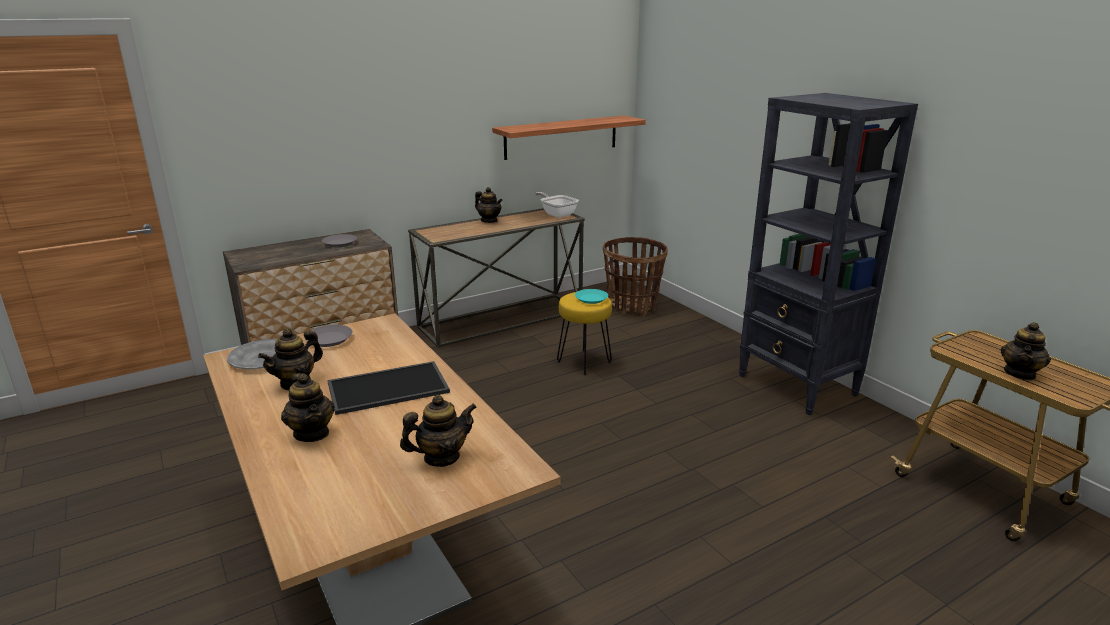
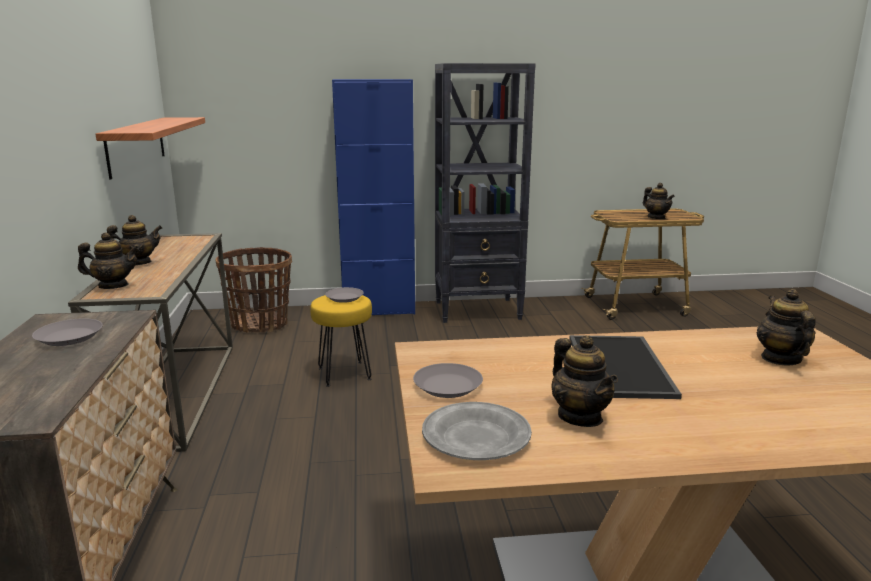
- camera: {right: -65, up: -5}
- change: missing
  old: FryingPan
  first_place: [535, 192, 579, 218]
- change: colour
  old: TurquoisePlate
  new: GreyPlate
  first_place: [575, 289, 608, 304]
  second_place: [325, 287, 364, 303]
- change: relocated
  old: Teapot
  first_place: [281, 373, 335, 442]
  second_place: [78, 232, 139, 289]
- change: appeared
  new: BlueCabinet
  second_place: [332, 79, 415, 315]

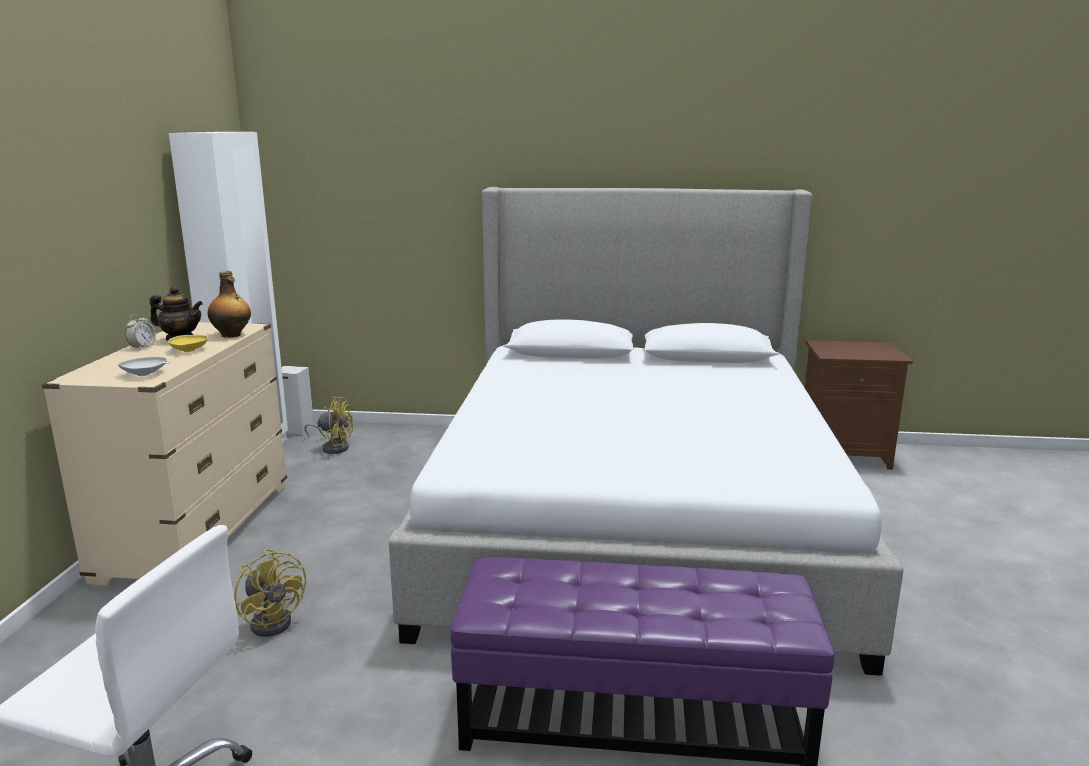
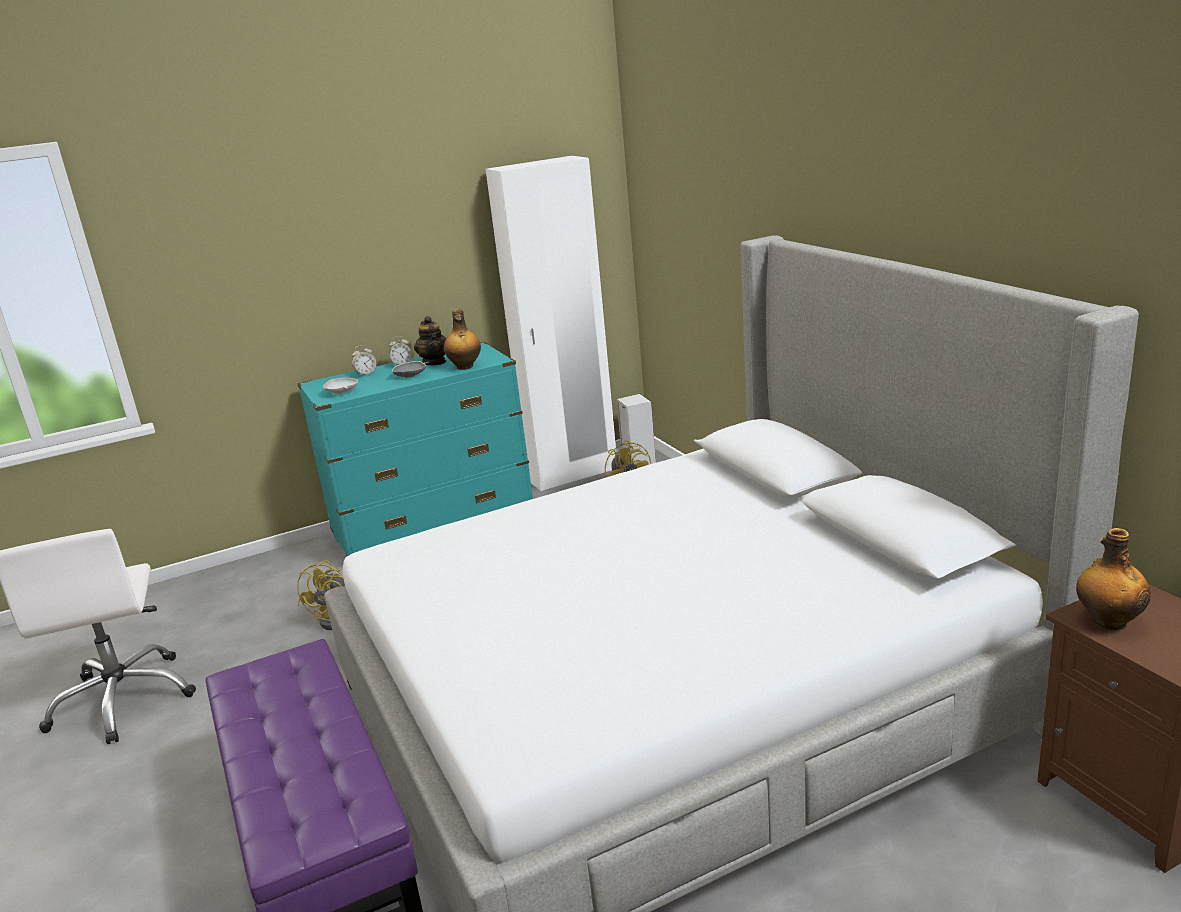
- camera: {right: 60, up: 5}
- change: colour
  old: BeigeDresser
  new: TurquoiseDresser
  first_place: [42, 322, 287, 586]
  second_place: [298, 342, 533, 556]
- change: colour
  old: YellowBowl
  new: GreyBowl
  first_place: [168, 333, 208, 352]
  second_place: [392, 361, 429, 378]
- change: appeared
  new: AlarmClock
  second_place: [352, 345, 376, 376]
- change: appeared
  new: Bottle
  second_place: [1076, 528, 1150, 630]

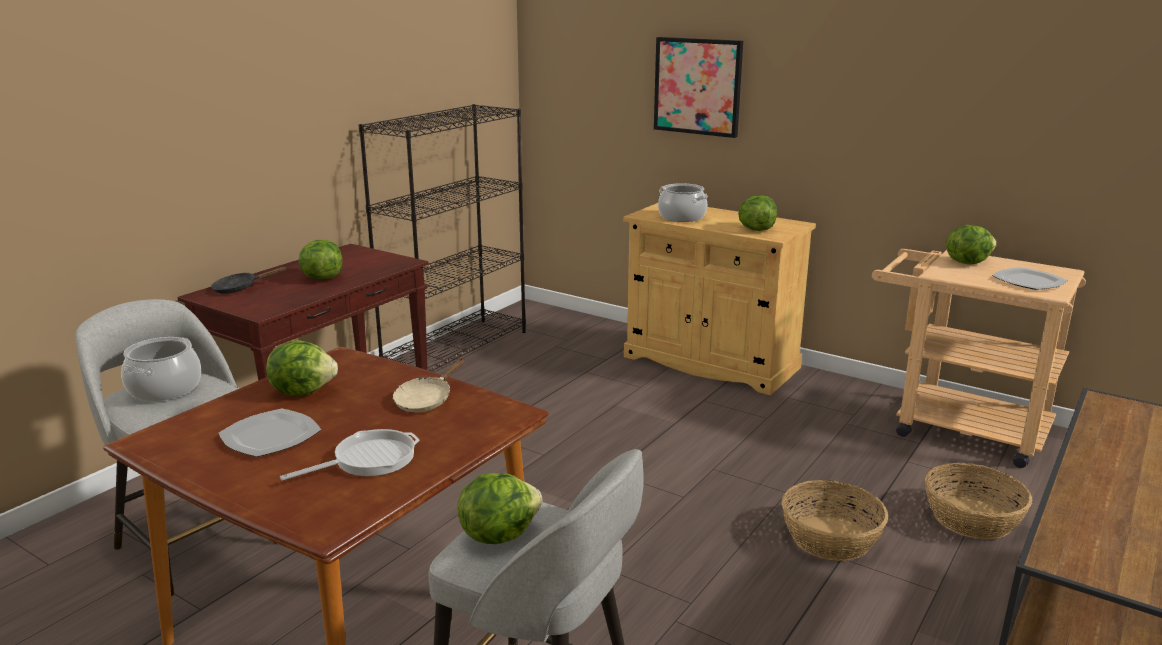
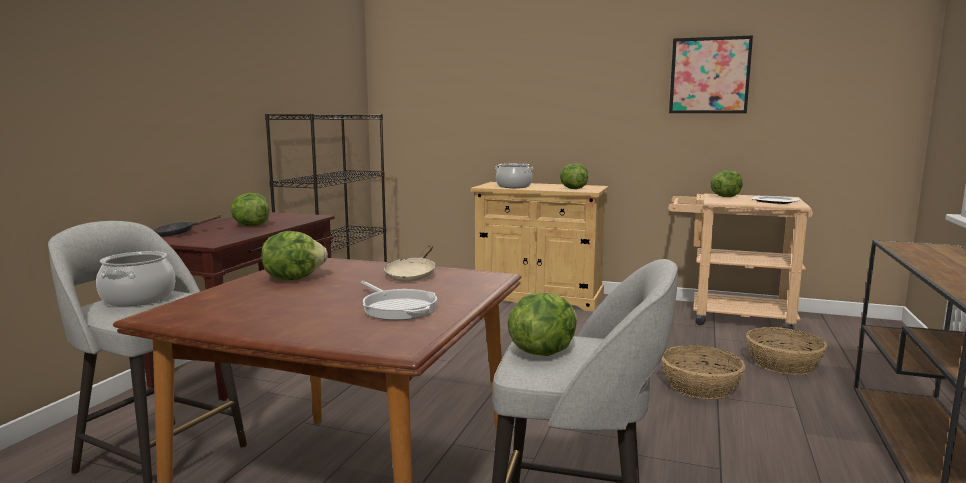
- camera: {right: -15, up: -10}
- change: relocated
  old: Picture
  first_place: [654, 37, 743, 138]
  second_place: [669, 35, 753, 113]
- change: missing
  old: Plate
  first_place: [219, 408, 321, 457]
- change: spun
  old: FryingPan
  first_place: [280, 429, 420, 481]
  second_place: [361, 281, 437, 320]
  degrees: 105

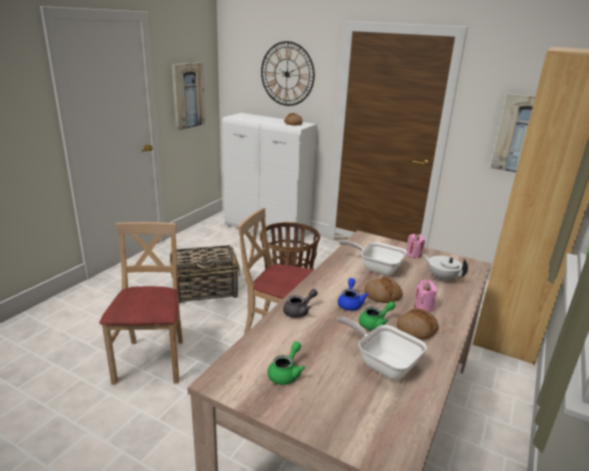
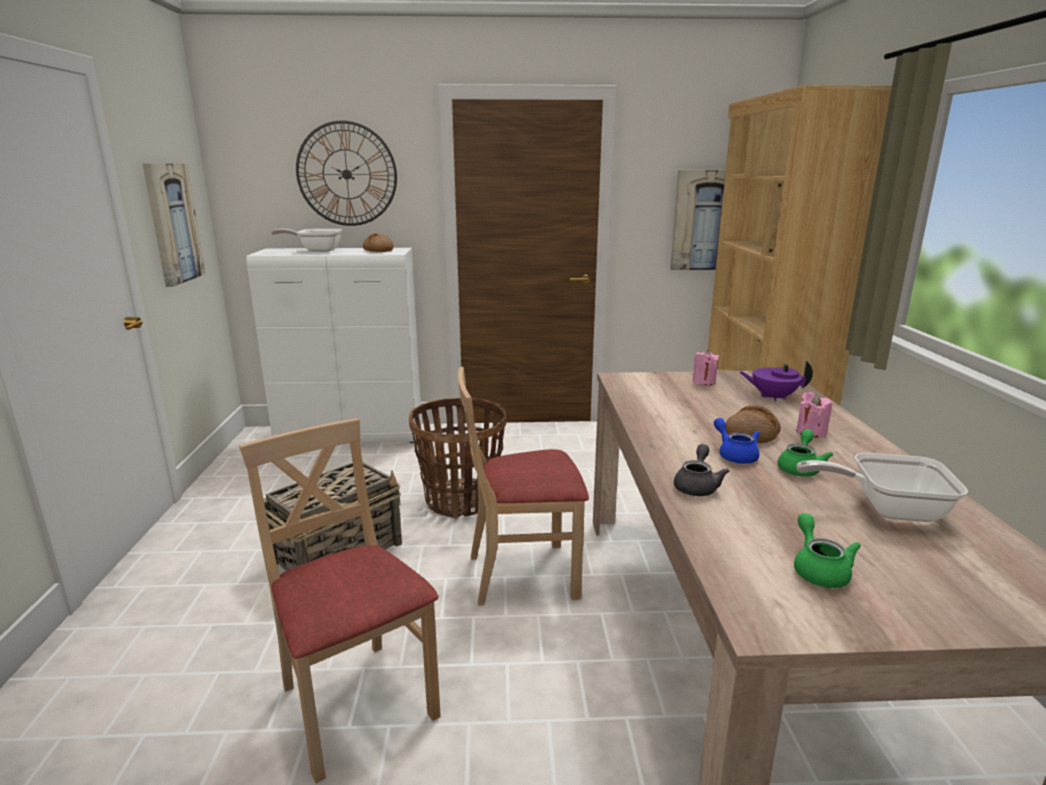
- camera: {right: -30, up: -5}
- change: relocated
  old: FryingPan
  first_place: [339, 240, 407, 276]
  second_place: [271, 229, 342, 252]
- change: colour
  old: WhiteTeapot
  new: PurpleTeapot
  first_place: [423, 254, 468, 281]
  second_place: [740, 361, 813, 401]
- change: missing
  old: Bread
  first_place: [397, 308, 439, 339]

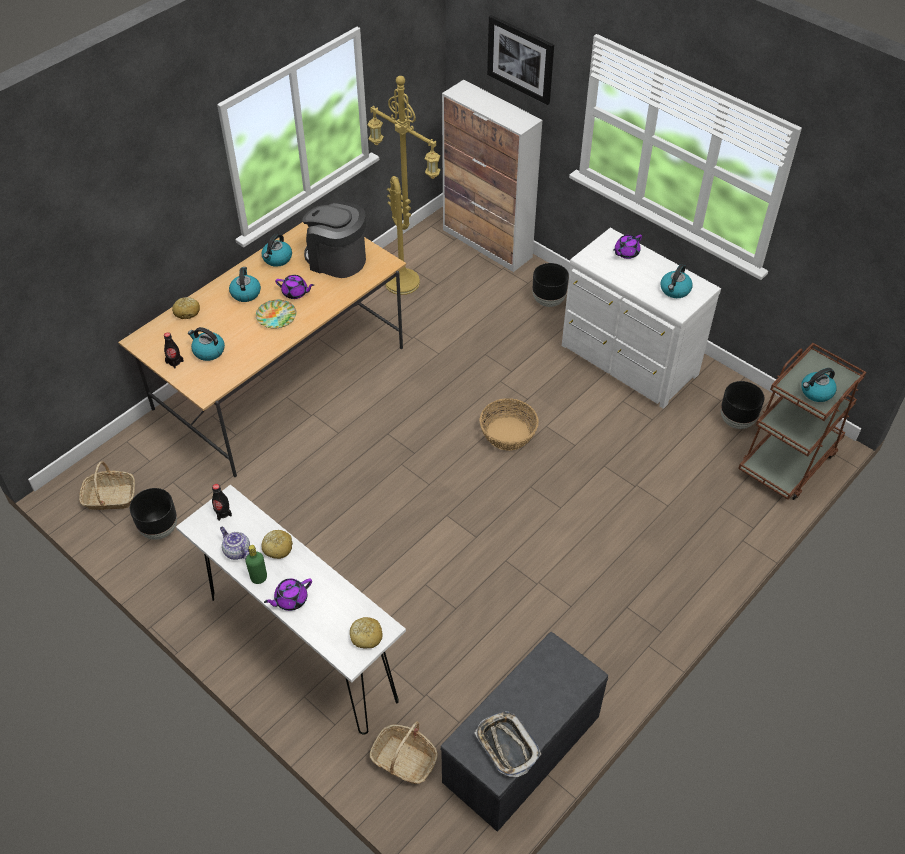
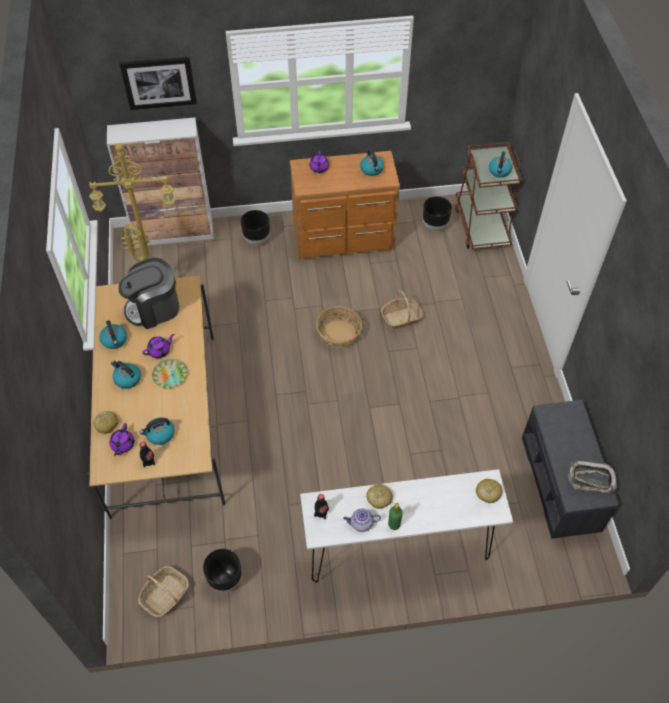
- camera: {right: -50, up: 5}
- change: colour
  old: WhiteDresser
  new: BrownDresser
  first_place: [562, 228, 721, 409]
  second_place: [290, 151, 400, 260]
- change: relocated
  old: PurpleTeapot
  first_place: [264, 578, 312, 611]
  second_place: [110, 423, 134, 456]
- change: relocated
  old: Basket
  first_place: [370, 721, 438, 784]
  second_place: [381, 290, 423, 330]

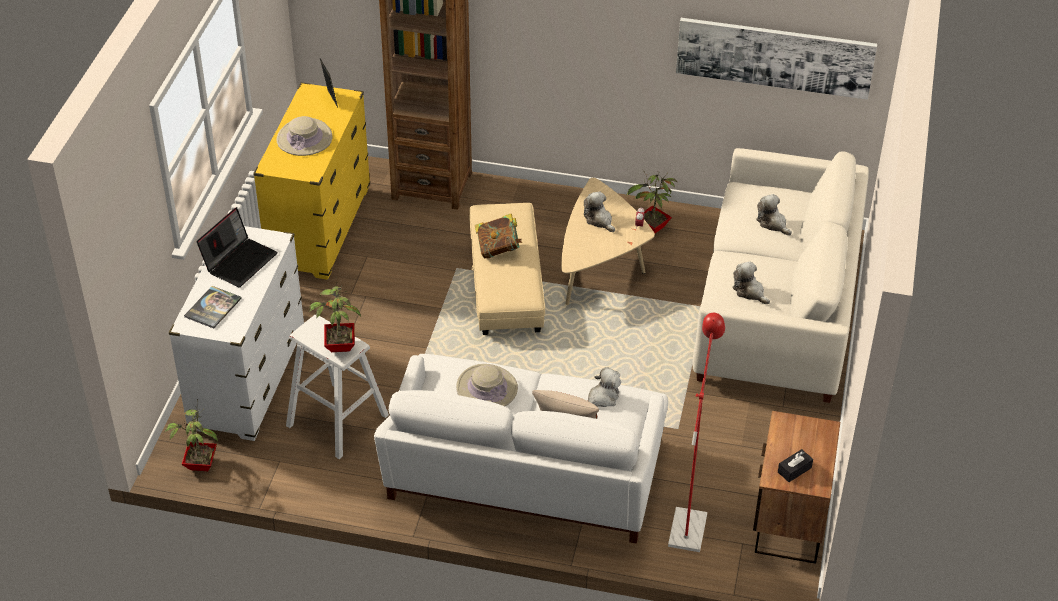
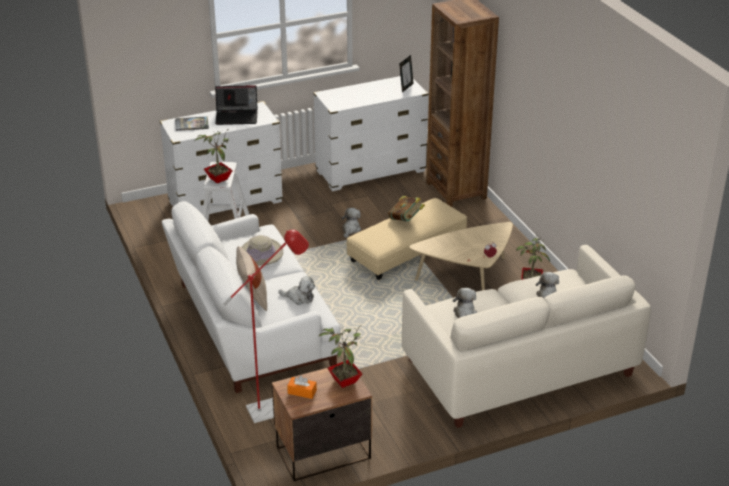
- camera: {right: 55, up: -10}
- change: missing
  old: Picture
  first_place: [676, 18, 877, 100]
- change: colour
  old: YellowDresser
  new: WhiteDresser
  first_place: [253, 82, 370, 280]
  second_place: [313, 76, 429, 191]
- change: missing
  old: BeigeHat
  first_place: [277, 116, 332, 156]
- change: relocated
  old: PlushToy
  first_place: [584, 191, 615, 232]
  second_place: [342, 208, 361, 238]
- change: relocated
  old: PottedPlant
  first_place: [164, 399, 218, 471]
  second_place: [318, 325, 363, 388]
- change: colour
  old: BlackTissueBox
  new: OrangeTissueBox
  first_place: [778, 449, 813, 482]
  second_place: [287, 376, 317, 399]

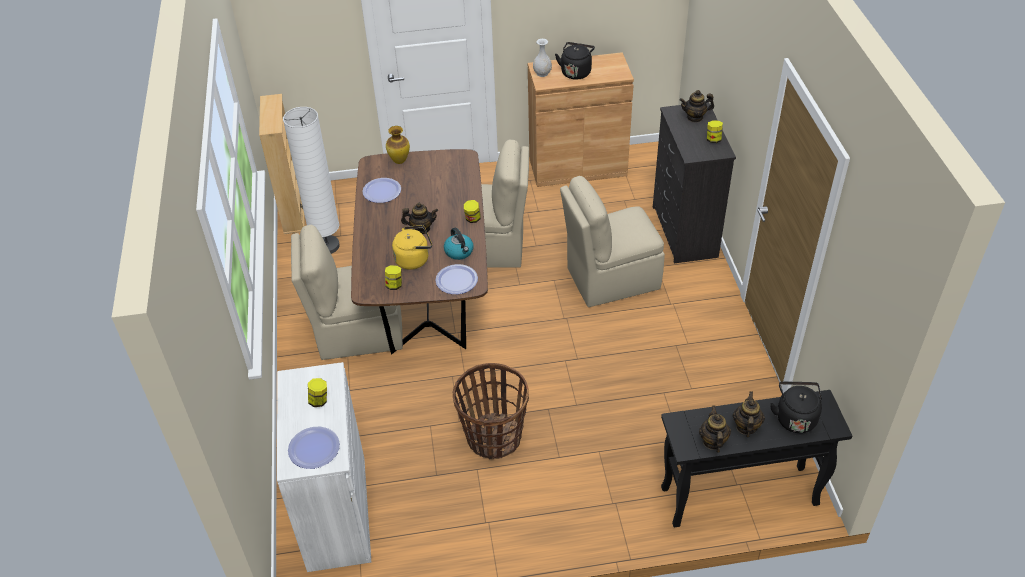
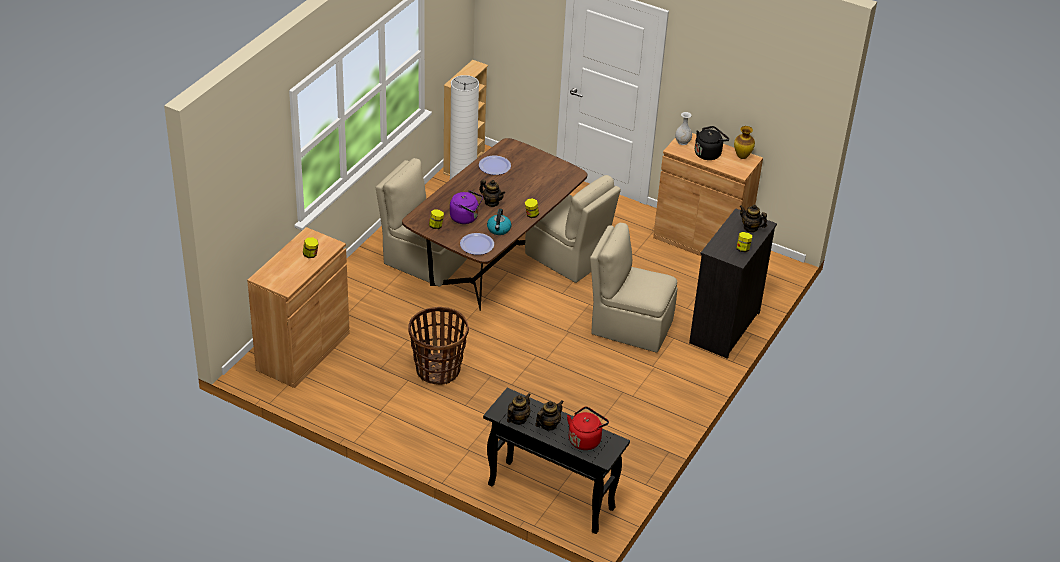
- camera: {right: 35, up: -5}
- change: relocated
  old: Vase
  first_place: [386, 126, 410, 164]
  second_place: [734, 126, 755, 159]
- change: colour
  old: YellowKettle
  new: PurpleKettle
  first_place: [392, 225, 432, 270]
  second_place: [450, 190, 483, 224]
- change: colour
  old: WhiteCabinet
  new: BrownCabinet
  first_place: [277, 362, 371, 572]
  second_place: [247, 227, 350, 388]
- change: colour
  old: BlackKettle
  new: RedKettle
  first_place: [770, 381, 822, 433]
  second_place: [567, 406, 609, 450]
- change: missing
  old: Plate
  first_place: [288, 427, 340, 469]

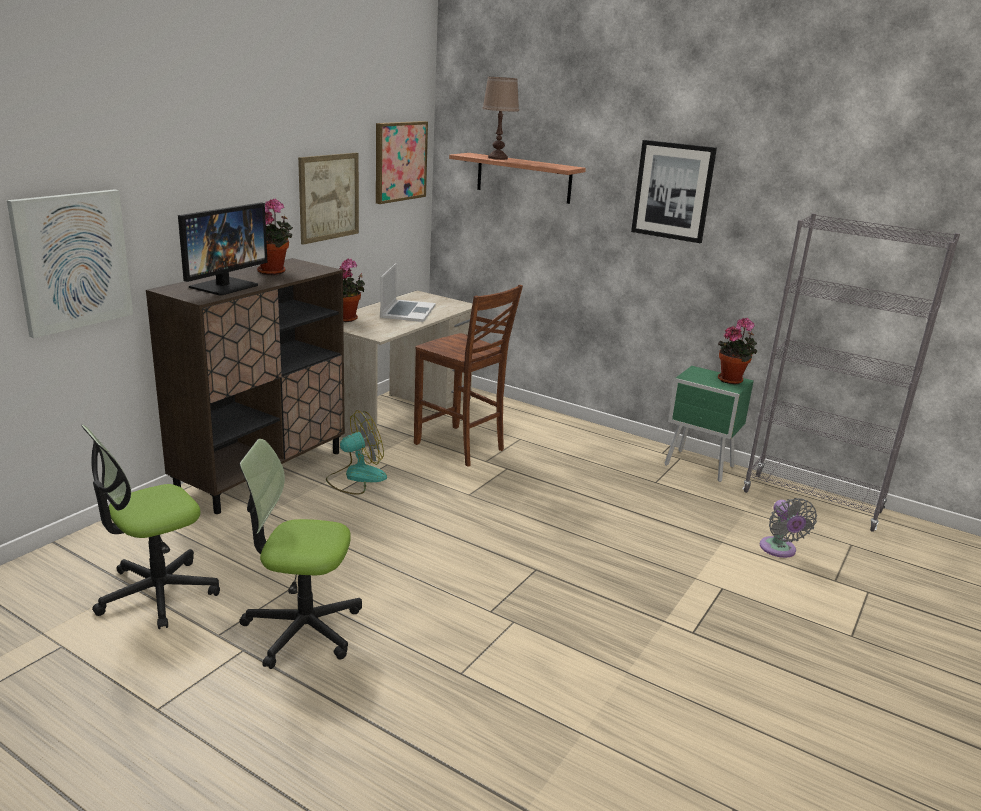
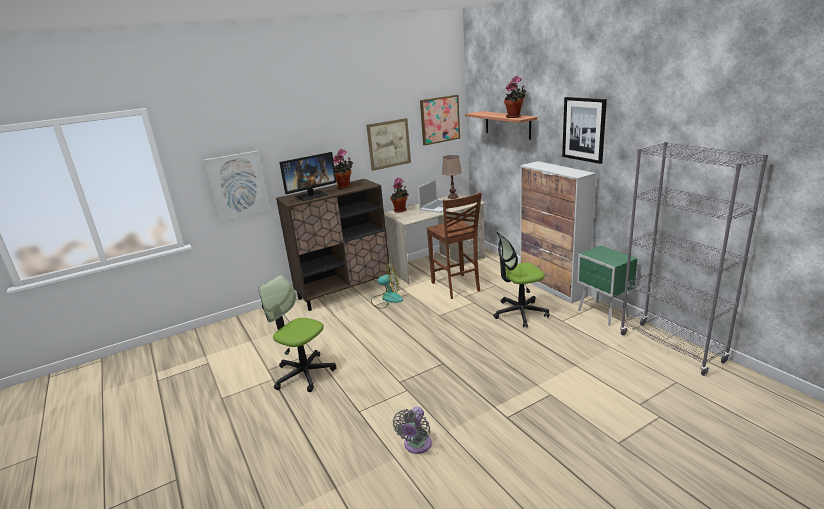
- camera: {right: 30, up: 0}
- change: relocated
  old: BrownTableLamp
  first_place: [482, 77, 519, 160]
  second_place: [442, 155, 462, 199]
- change: relocated
  old: PottedPlant
  first_place: [718, 318, 757, 384]
  second_place: [504, 76, 527, 118]
- change: relocated
  old: OfficeChair
  first_place: [81, 425, 220, 629]
  second_place: [493, 231, 550, 328]
- change: relocated
  old: GreyFan
  first_place: [760, 498, 817, 558]
  second_place: [393, 407, 432, 454]
- change: appeared
  new: Cabinet
  second_place: [520, 161, 596, 304]

